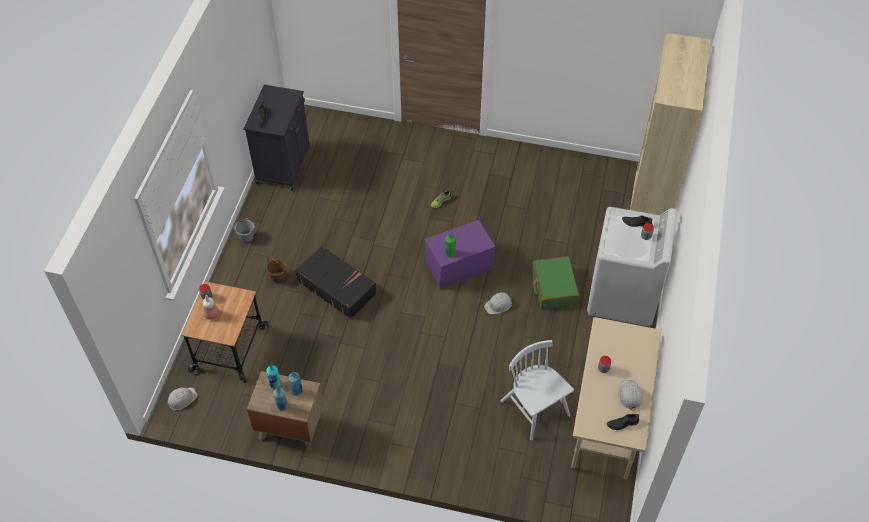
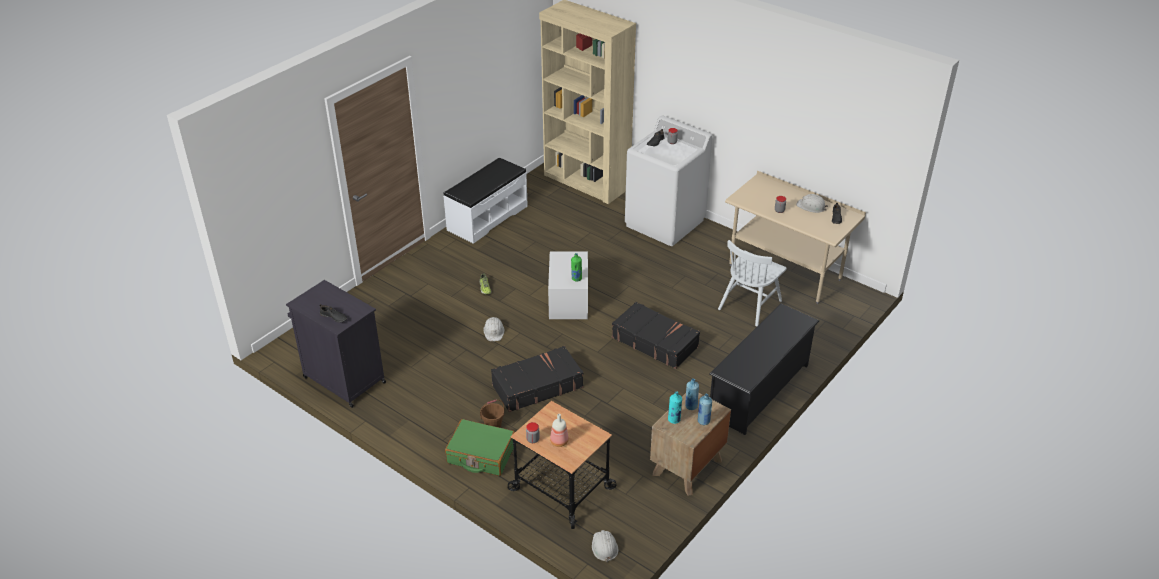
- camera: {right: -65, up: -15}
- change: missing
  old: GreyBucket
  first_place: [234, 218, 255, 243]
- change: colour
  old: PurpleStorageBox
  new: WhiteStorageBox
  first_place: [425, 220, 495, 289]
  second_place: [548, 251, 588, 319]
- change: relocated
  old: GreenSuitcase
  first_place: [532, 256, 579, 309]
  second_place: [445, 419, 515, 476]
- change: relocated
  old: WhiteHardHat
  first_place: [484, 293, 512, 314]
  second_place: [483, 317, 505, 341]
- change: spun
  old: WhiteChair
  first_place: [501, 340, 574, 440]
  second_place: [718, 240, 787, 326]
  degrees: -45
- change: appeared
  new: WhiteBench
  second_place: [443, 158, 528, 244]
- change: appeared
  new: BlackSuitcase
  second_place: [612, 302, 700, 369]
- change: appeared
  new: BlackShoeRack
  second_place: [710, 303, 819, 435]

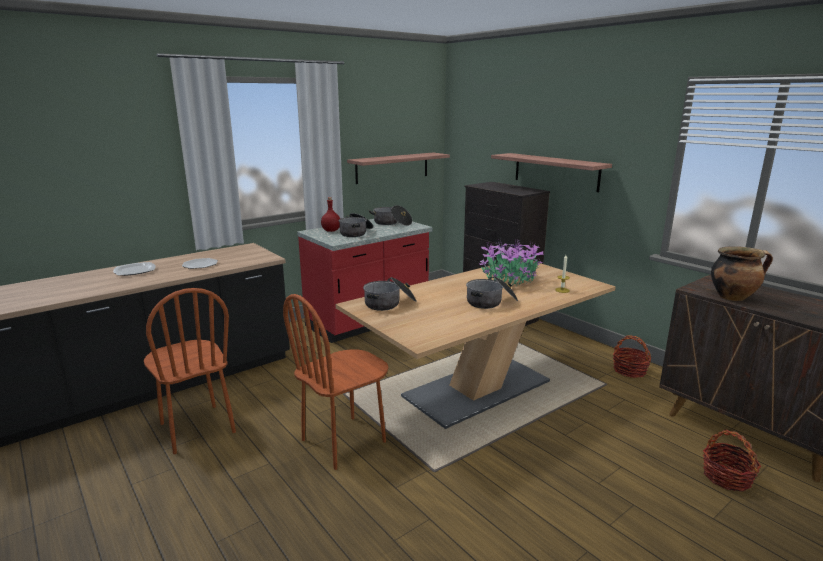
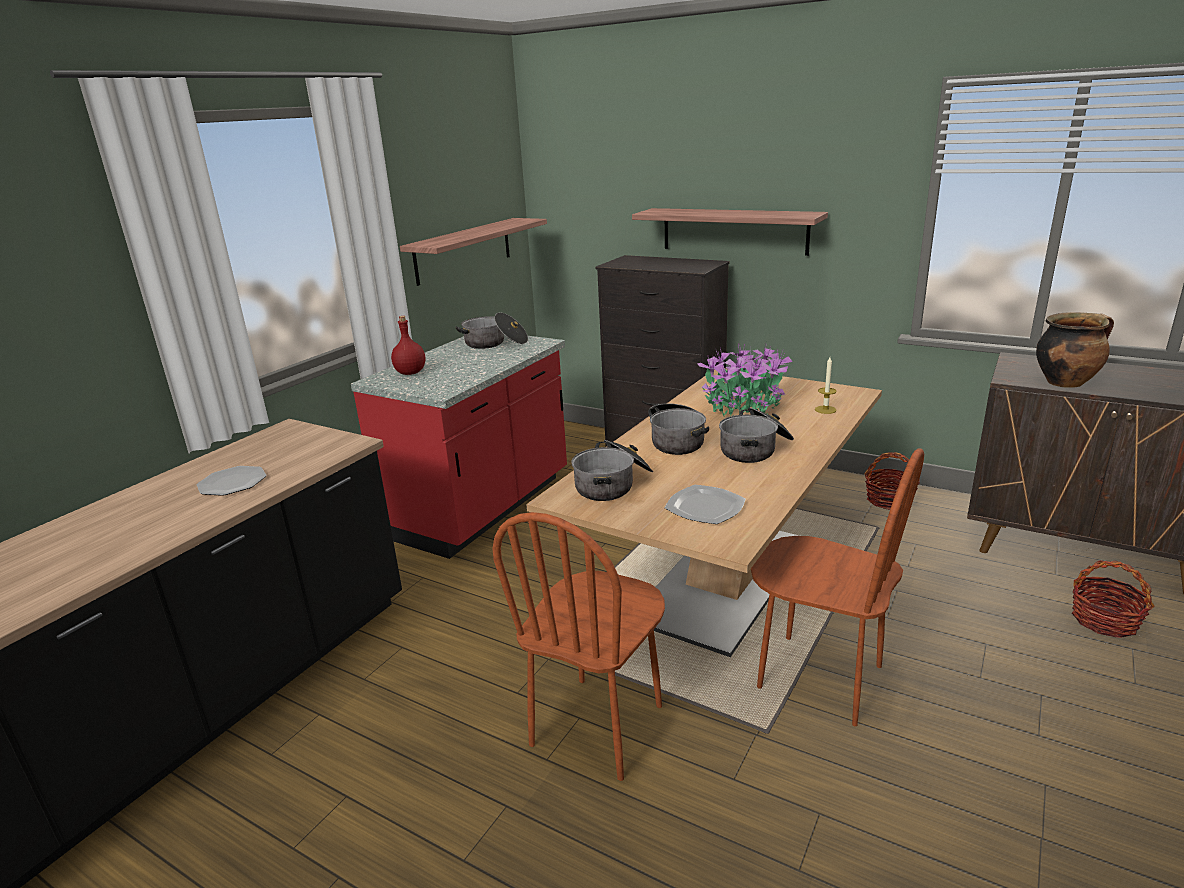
- camera: {right: -20, up: 5}
- change: relocated
  old: CookingPot
  first_place: [338, 213, 373, 237]
  second_place: [648, 403, 709, 455]
- change: relocated
  old: Plate
  first_place: [113, 262, 156, 276]
  second_place: [665, 485, 746, 524]
- change: relocated
  old: BrownChair
  first_place: [144, 288, 236, 454]
  second_place: [751, 448, 924, 726]

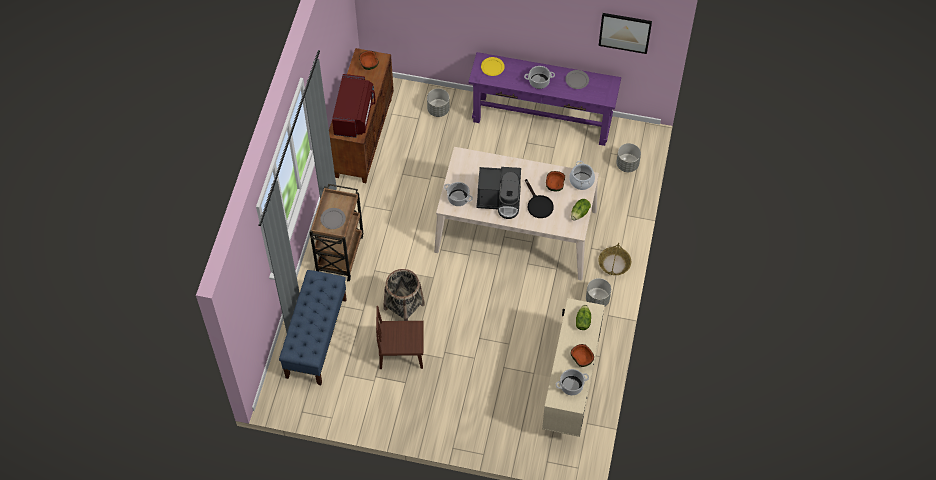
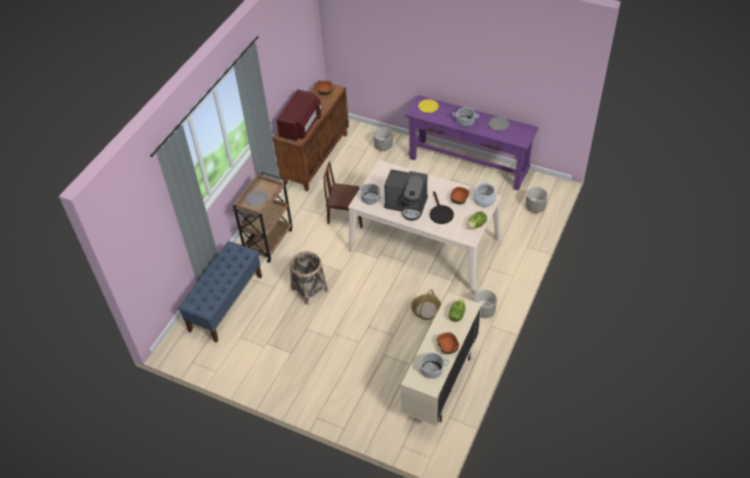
- camera: {right: 15, up: -10}
- change: missing
  old: Picture
  first_place: [599, 13, 652, 54]
- change: relocated
  old: Basket
  first_place: [598, 243, 631, 275]
  second_place: [411, 289, 442, 320]
- change: relocated
  old: BrownChair
  first_place: [376, 306, 423, 369]
  second_place: [323, 161, 363, 228]

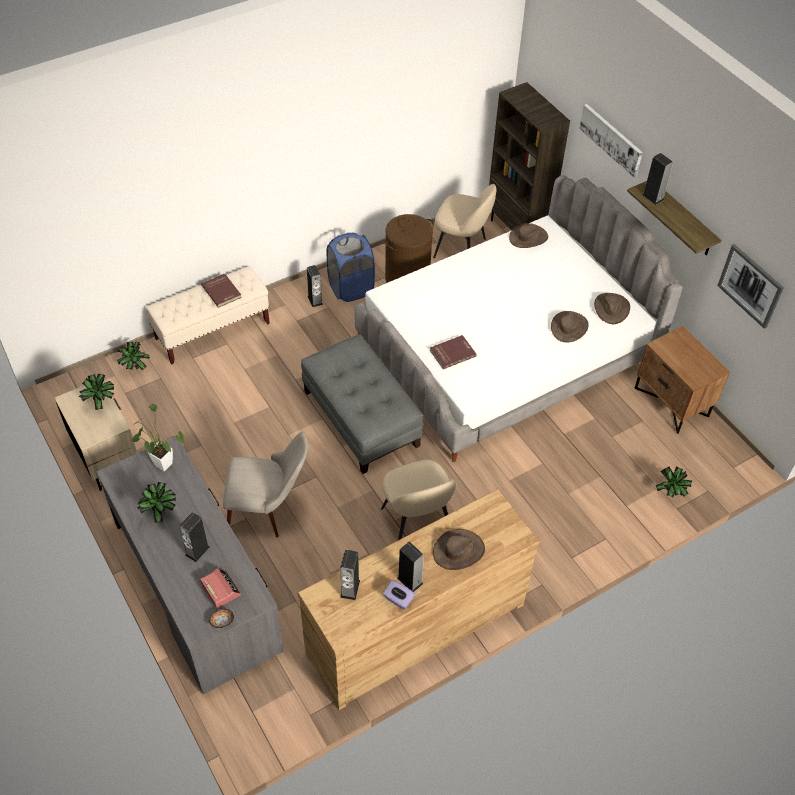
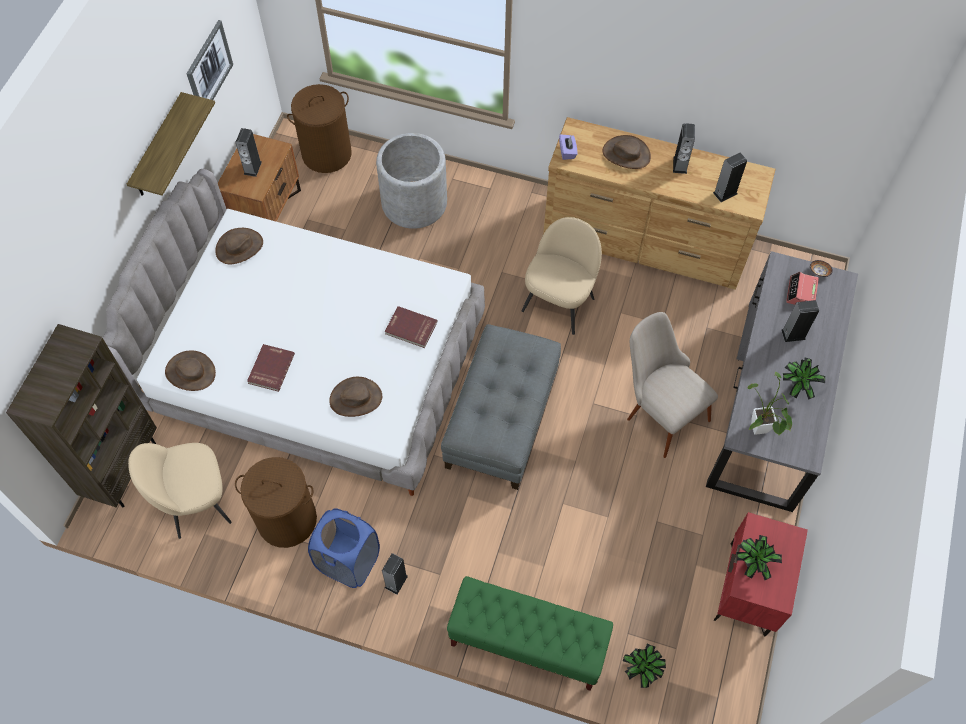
- camera: {right: -130, up: 10}
- change: missing
  old: Picture
  first_place: [579, 104, 643, 177]
- change: relocated
  old: Speaker
  first_place: [642, 153, 673, 205]
  second_place: [235, 128, 262, 177]
- change: spun
  old: BeigeChair
  first_place: [433, 184, 496, 258]
  second_place: [128, 443, 231, 539]
  degrees: -90
- change: colour
  old: BeigeBench
  new: GreenBench
  first_place: [146, 266, 270, 365]
  second_place: [447, 576, 613, 691]
- change: relocated
  old: RedBook
  first_place: [201, 273, 242, 308]
  second_place: [247, 344, 295, 392]
- change: relocated
  old: BrownHat
  first_place: [551, 311, 589, 342]
  second_place: [329, 377, 382, 417]
- change: colour
  old: BeigeNightstand
  new: RedNightstand
  first_place: [54, 382, 137, 491]
  second_place: [714, 512, 808, 637]
- change: missing
  old: PottedPlant
  first_place: [656, 467, 692, 497]
- change: relocated
  old: PurpleTissueBox
  first_place: [383, 580, 415, 610]
  second_place: [559, 134, 577, 160]
- change: appeared
  new: BrownLaundryBasket
  second_place: [287, 84, 352, 173]
- change: appeared
  new: GreyPlanter
  second_place: [376, 133, 447, 229]

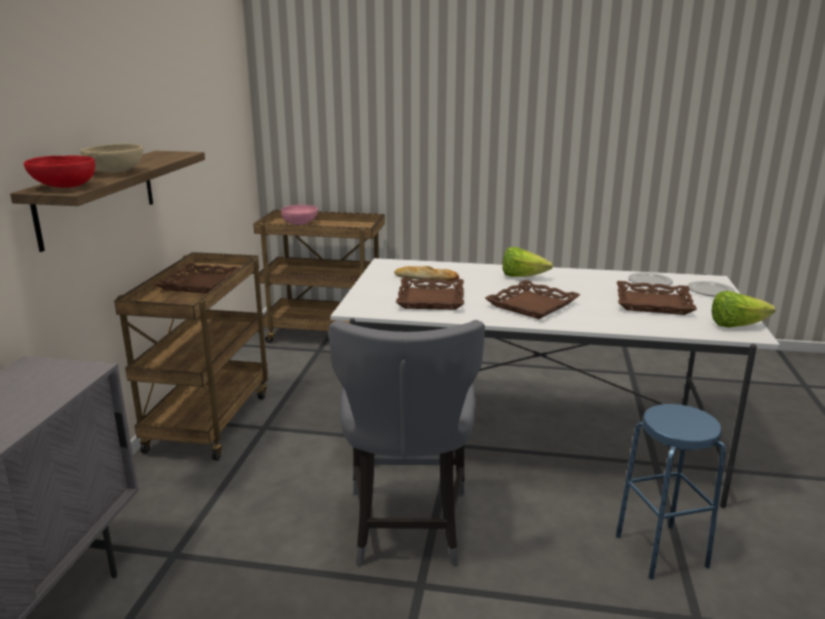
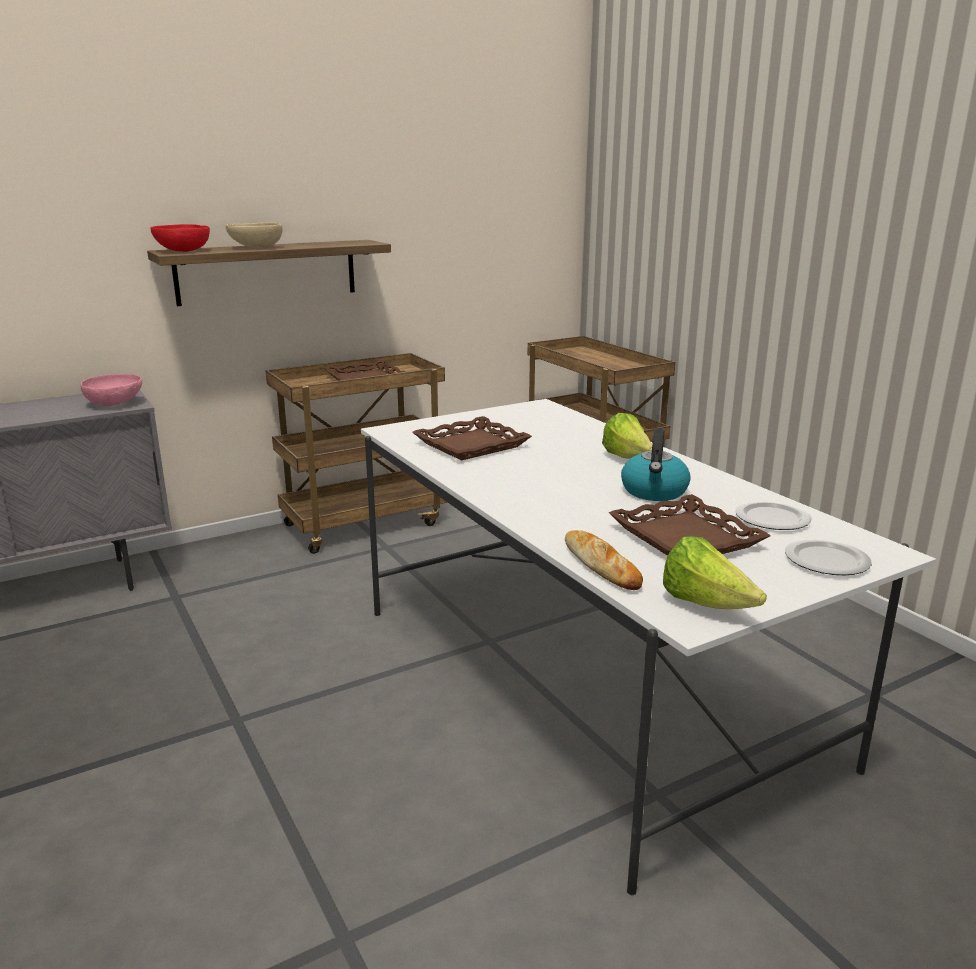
- camera: {right: 50, up: 0}
- change: relocated
  old: PinkBowl
  first_place: [281, 205, 318, 225]
  second_place: [80, 374, 142, 406]
- change: relocated
  old: Bread
  first_place: [394, 266, 459, 281]
  second_place: [565, 530, 643, 590]
- change: missing
  old: BrownTray
  first_place: [485, 280, 580, 319]
- change: missing
  old: GreyChair
  first_place: [329, 320, 485, 567]
- change: missing
  old: BlueStool
  first_place: [616, 404, 726, 580]
- change: appeared
  new: Kettle
  second_place: [621, 428, 691, 501]

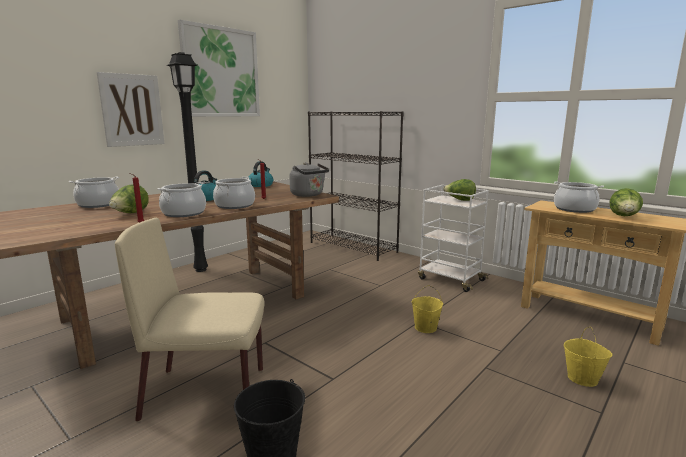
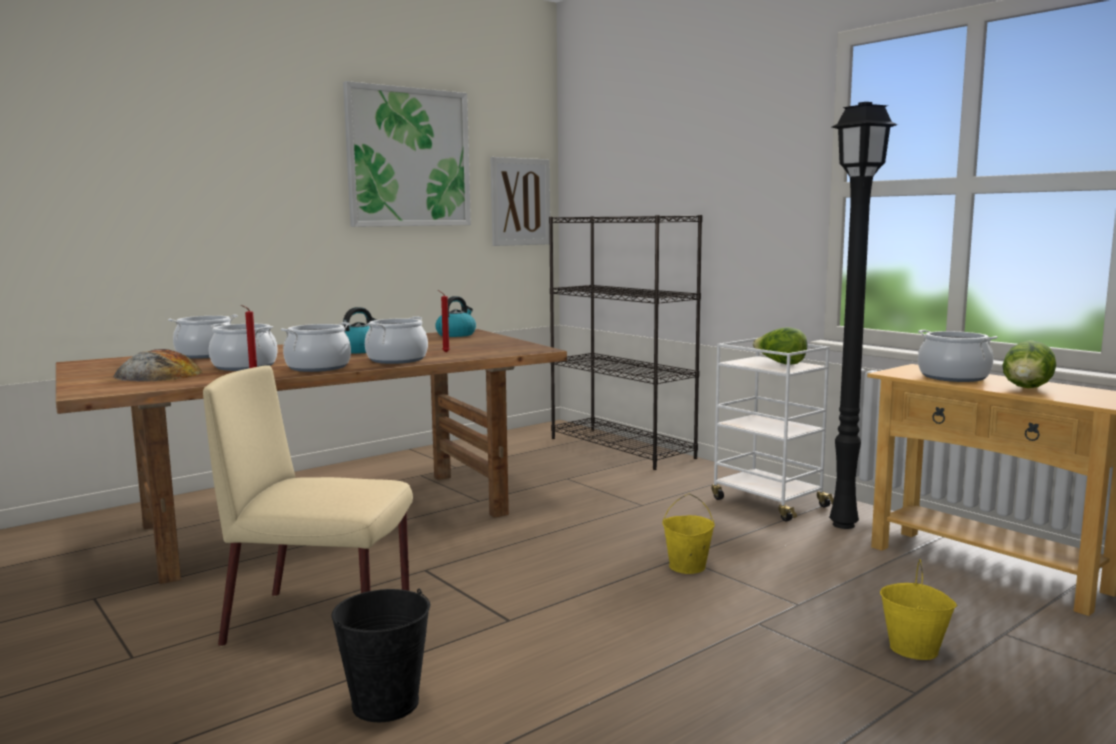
- camera: {right: 10, up: -5}
- change: relocated
  old: BlackFloorLamp
  first_place: [167, 52, 208, 272]
  second_place: [829, 102, 898, 529]
- change: relocated
  old: Picture
  first_place: [97, 72, 164, 147]
  second_place: [490, 157, 550, 246]
- change: missing
  old: GreyKettle
  first_place: [290, 162, 329, 197]
- change: exchanged
  old: Lettuce
  new: CookingPot
  first_place: [109, 184, 149, 213]
  second_place: [209, 323, 278, 371]
- change: appeared
  new: Bread
  second_place: [113, 349, 202, 381]

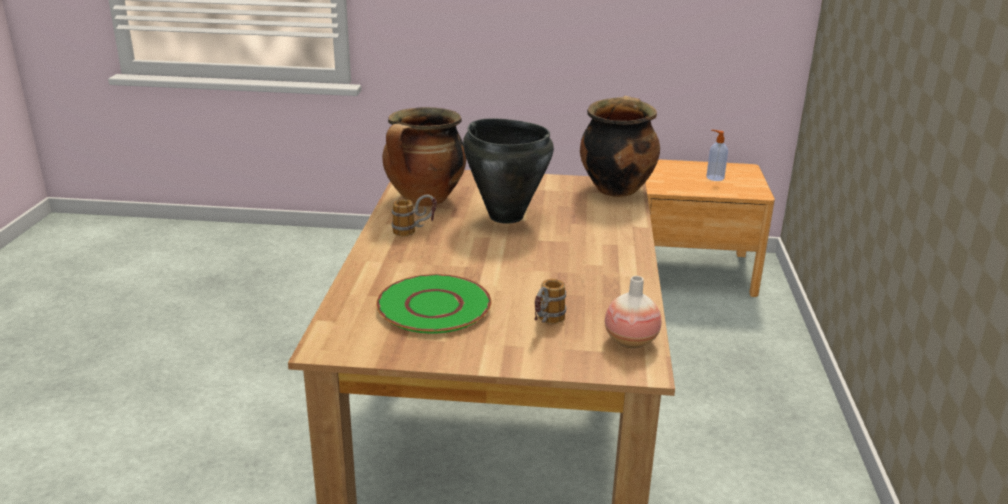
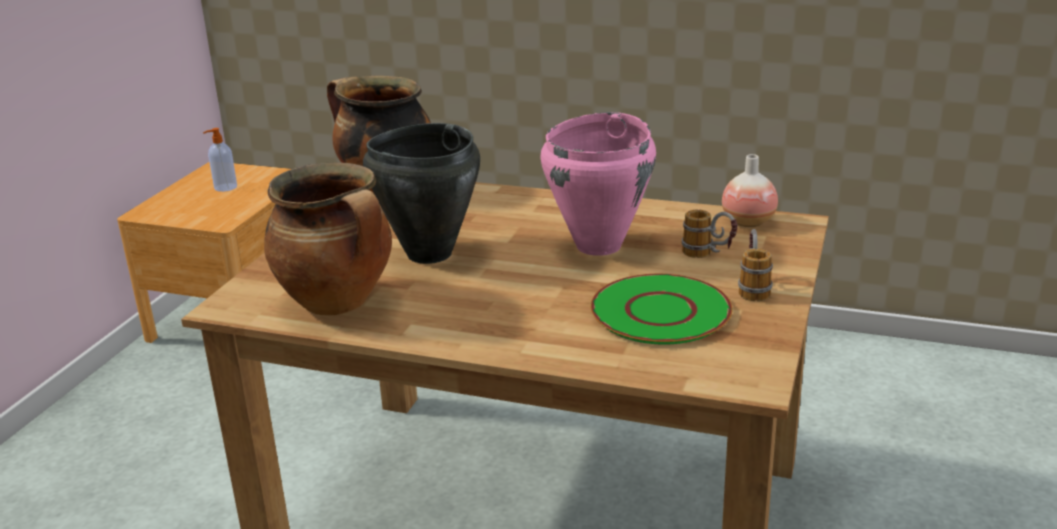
- camera: {right: -75, up: 0}
- change: relocated
  old: Mug
  first_place: [392, 194, 437, 236]
  second_place: [738, 229, 773, 301]
- change: appeared
  new: PinkCookingPot
  second_place: [541, 112, 656, 256]

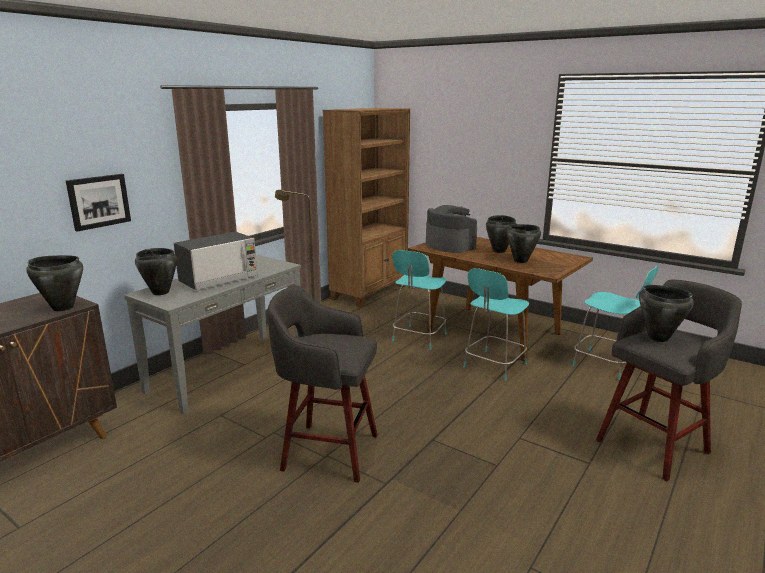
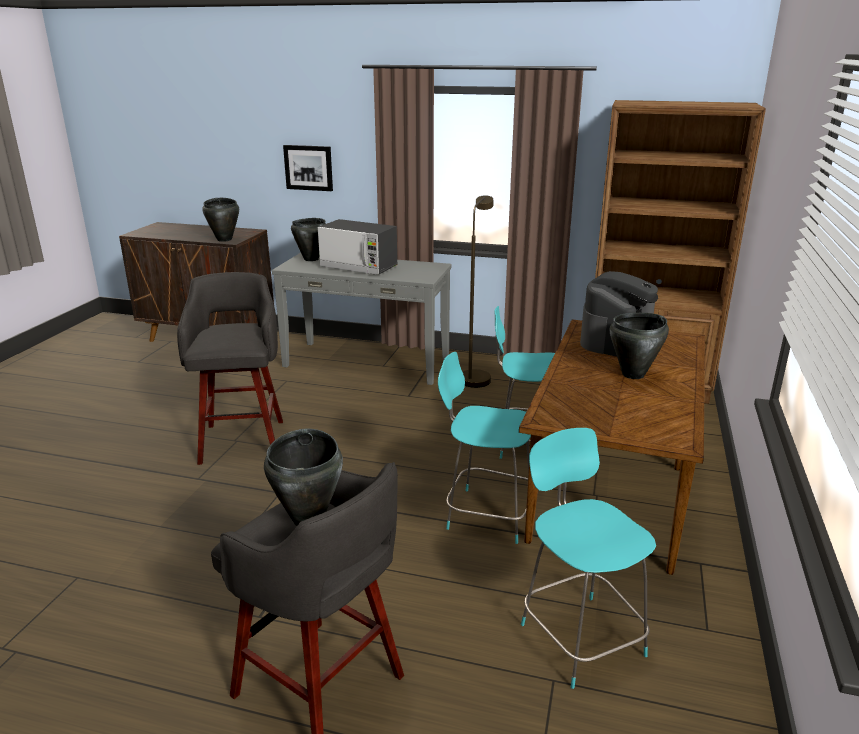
- camera: {right: 70, up: 5}
- change: missing
  old: BlackCookingPot
  first_place: [506, 224, 541, 263]
- change: spun
  old: TurquoiseChair
  first_place: [572, 266, 658, 380]
  second_place: [521, 428, 656, 689]
  degrees: 135

